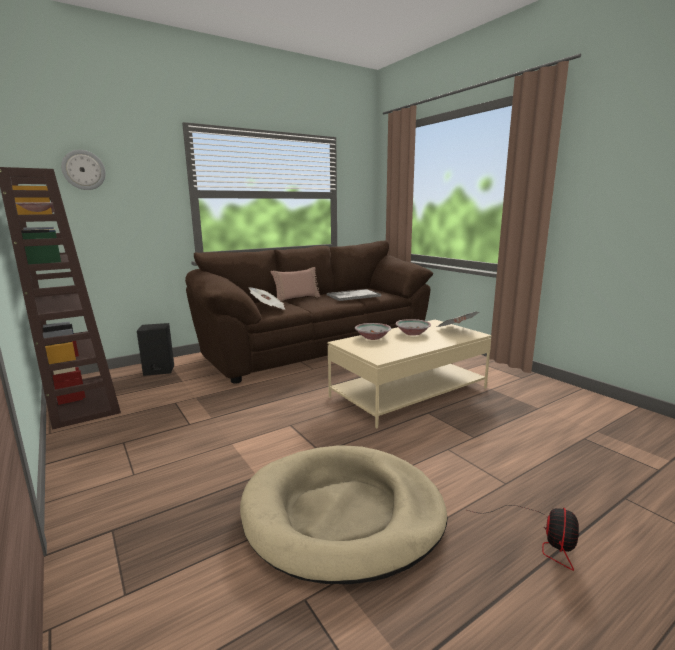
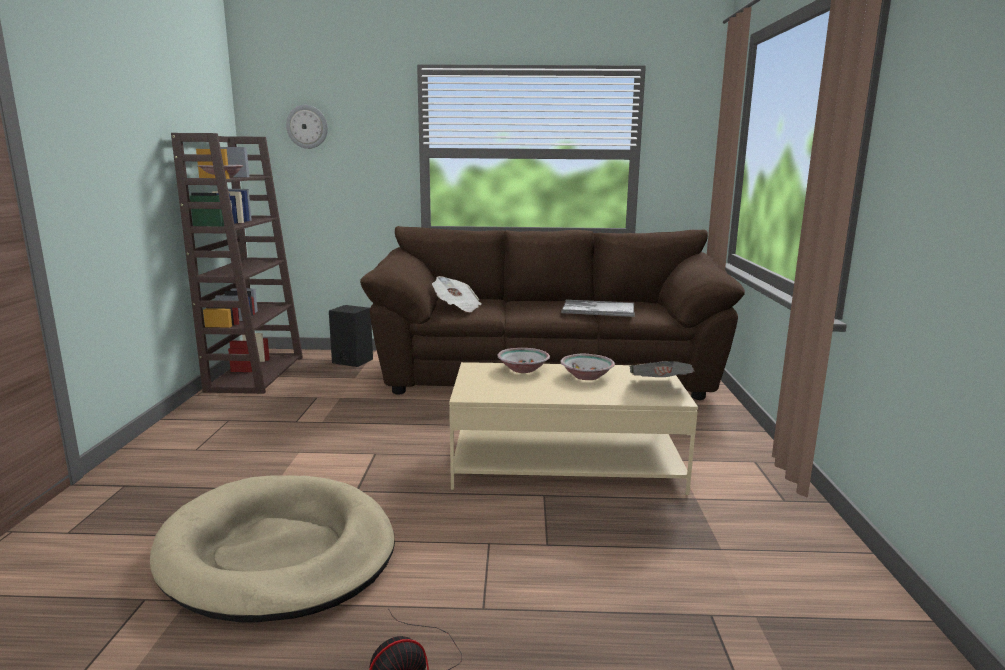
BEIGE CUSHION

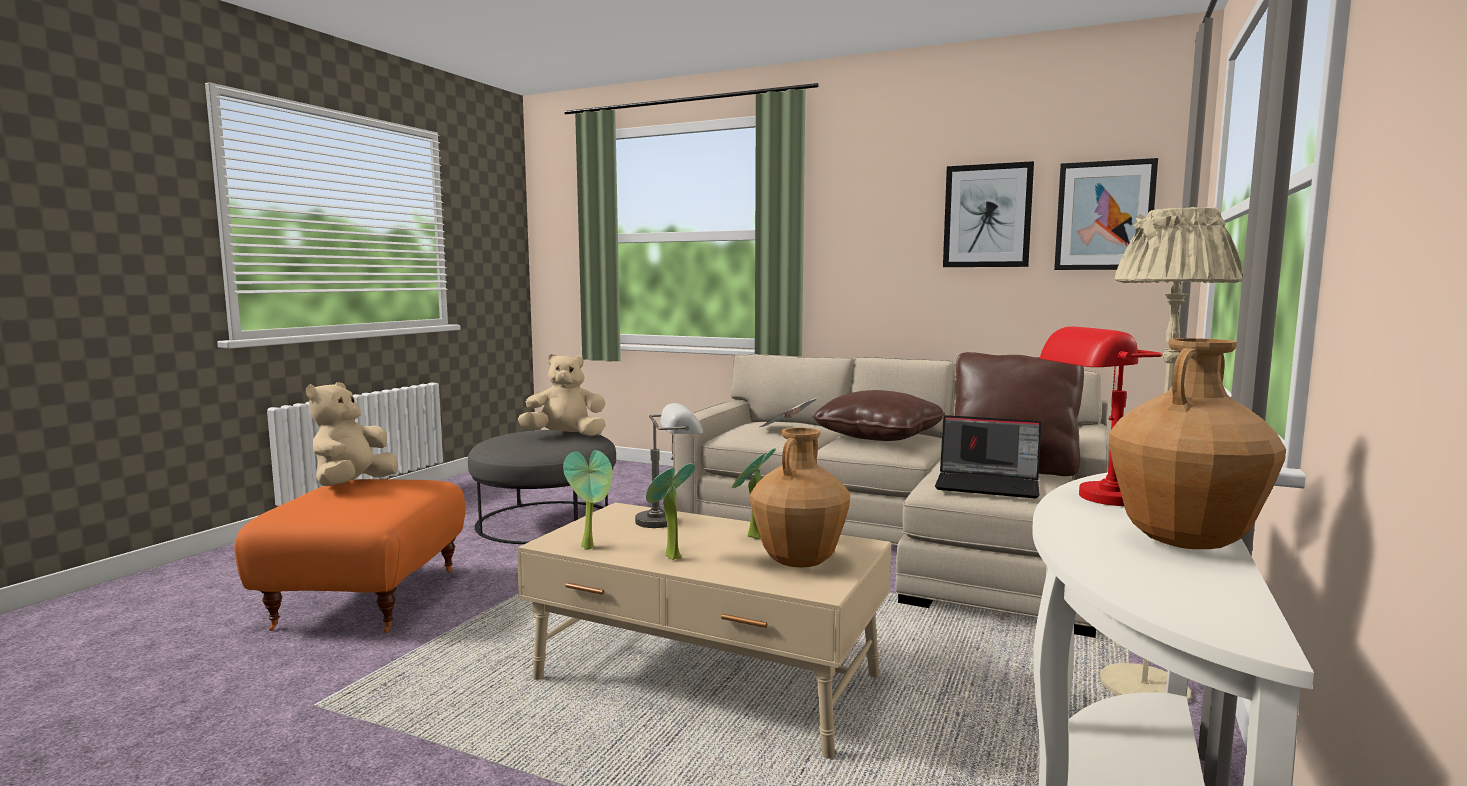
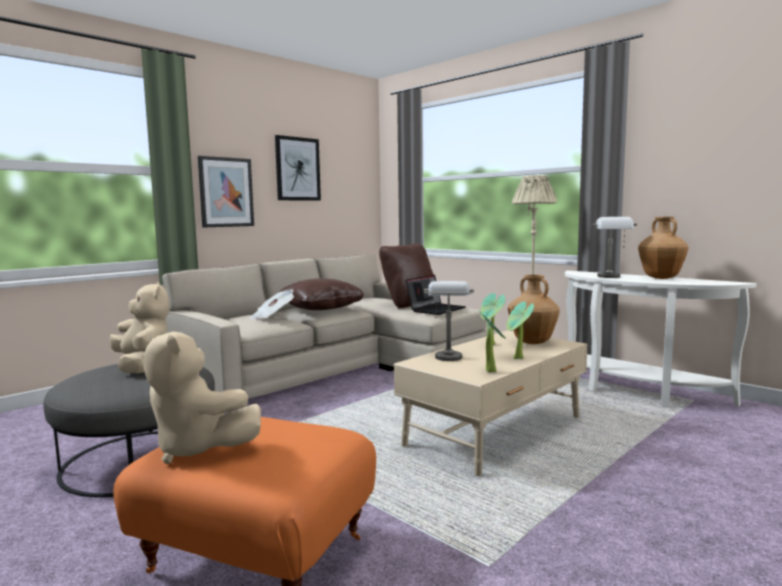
WALL ART (no. 1 from left); GREY TABLE LAMP (no. 2 from left); BEIGE CUDDLY TOY (no. 1 from left)

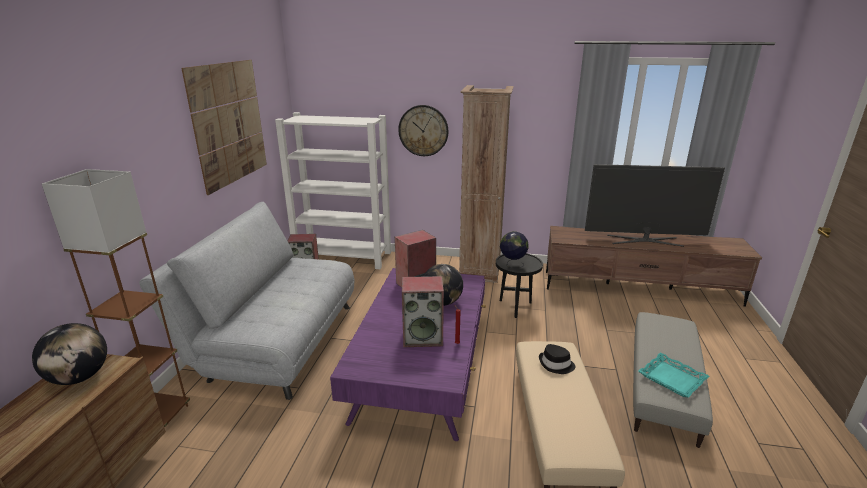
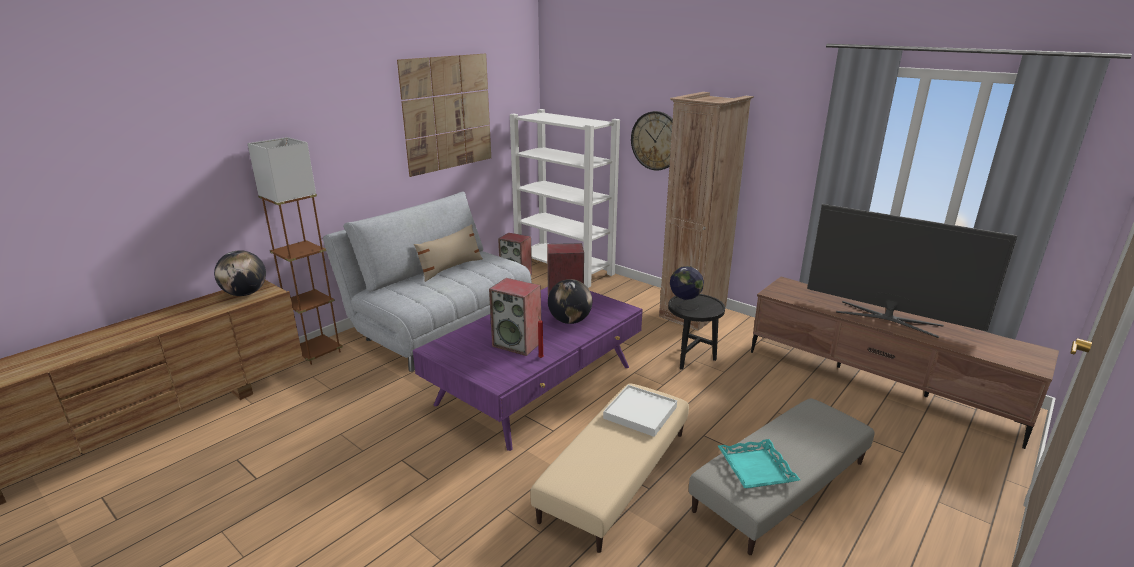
WHITE-COLOURED TRAY; BEIGE CUSHION

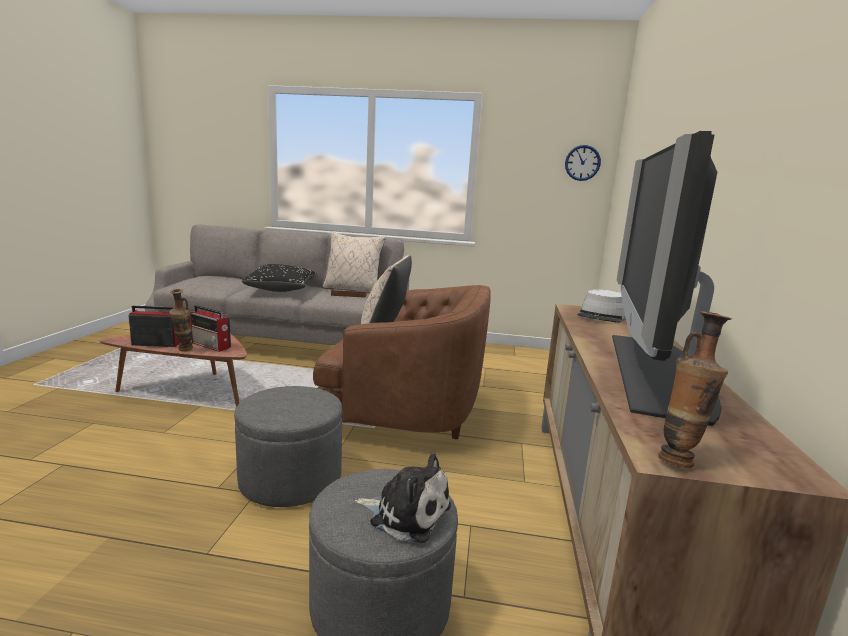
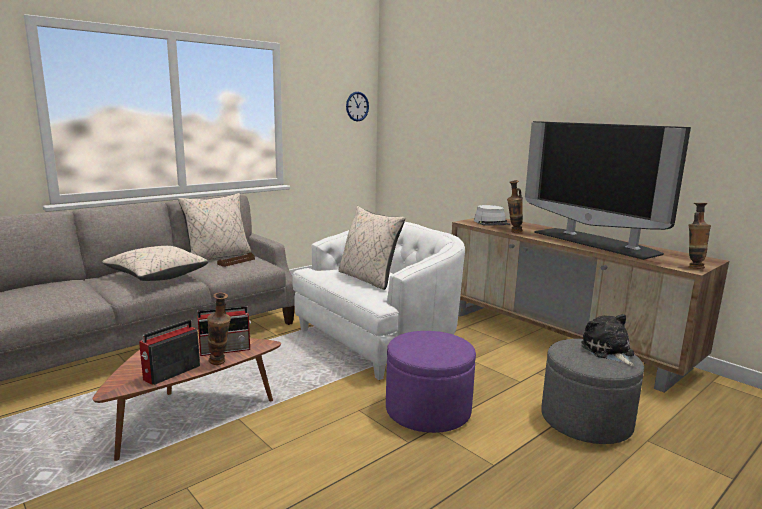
BEIGE CUSHION (no. 1 from left); WHITE-COLOURED ARMCHAIR; PURPLISH POUFFE; CUDDLY TOY; FLOWER VASE (no. 2 from left)

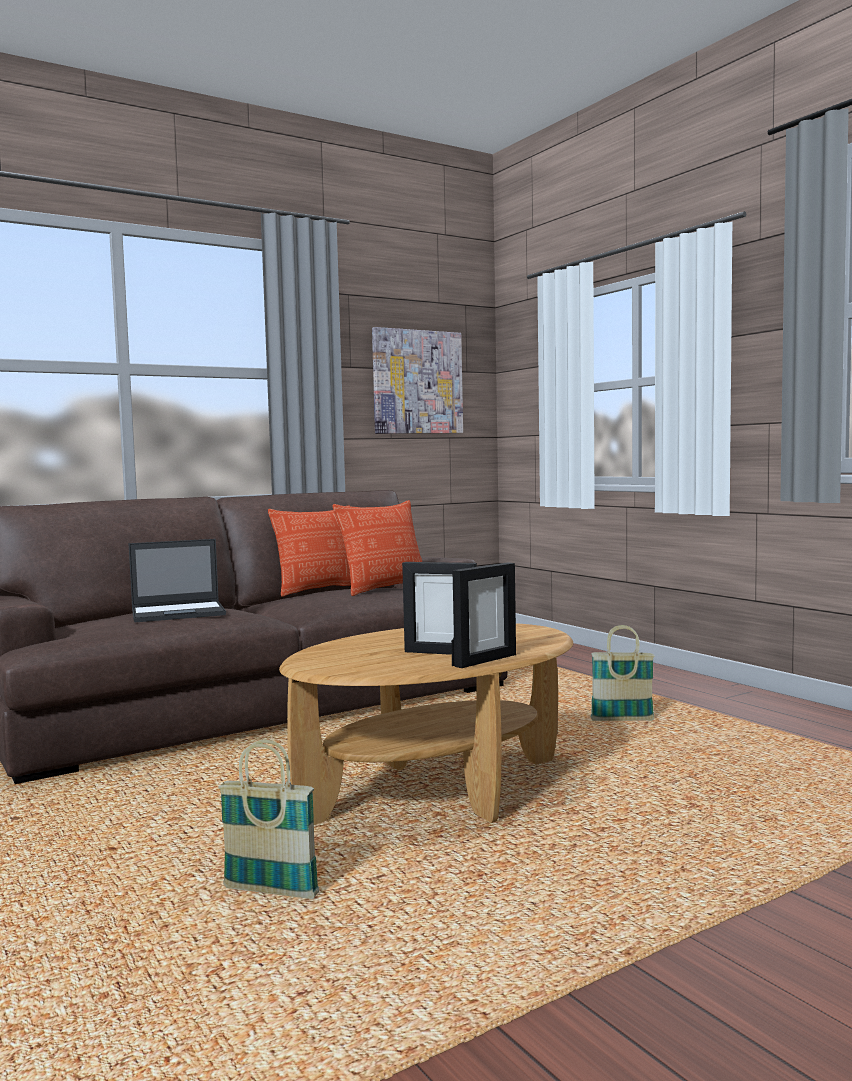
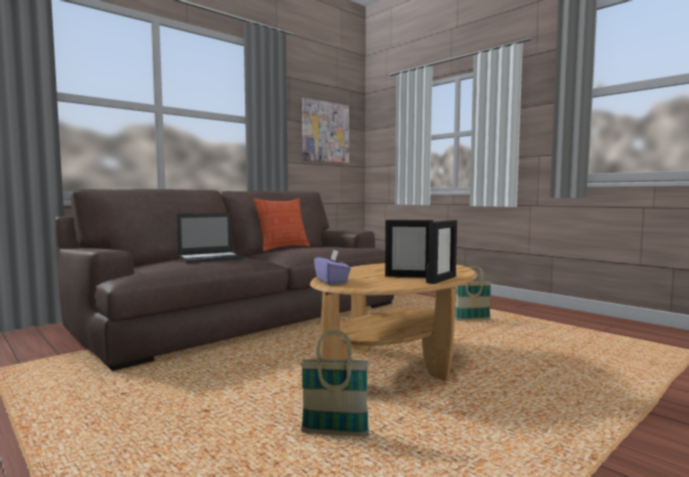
ORANGEY CUSHION (no. 2 from left in the first image); PURPLISH TISSUE BOX

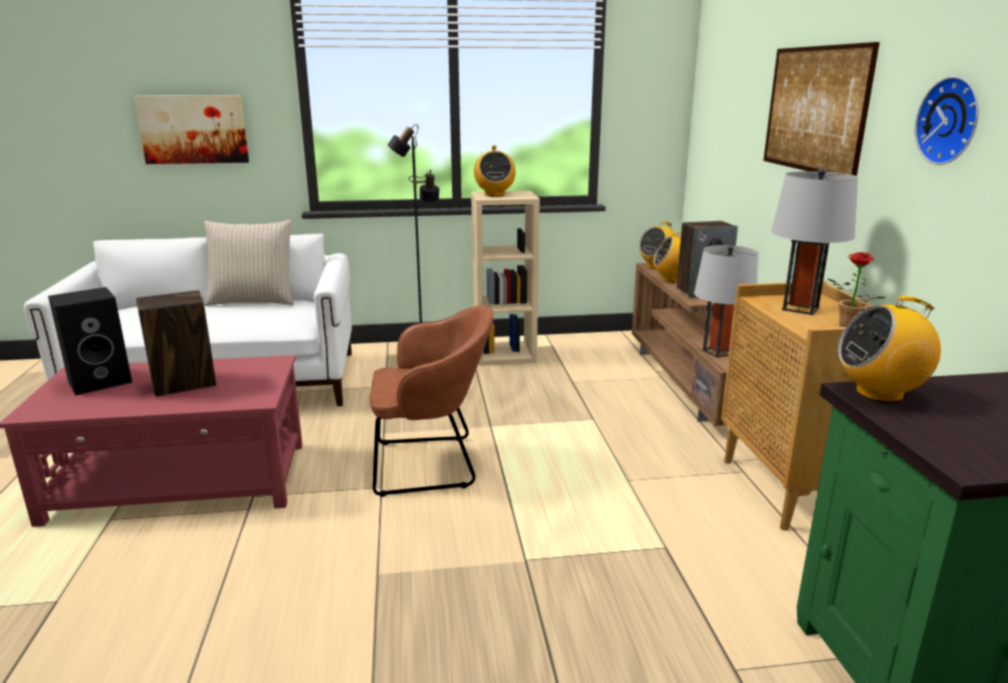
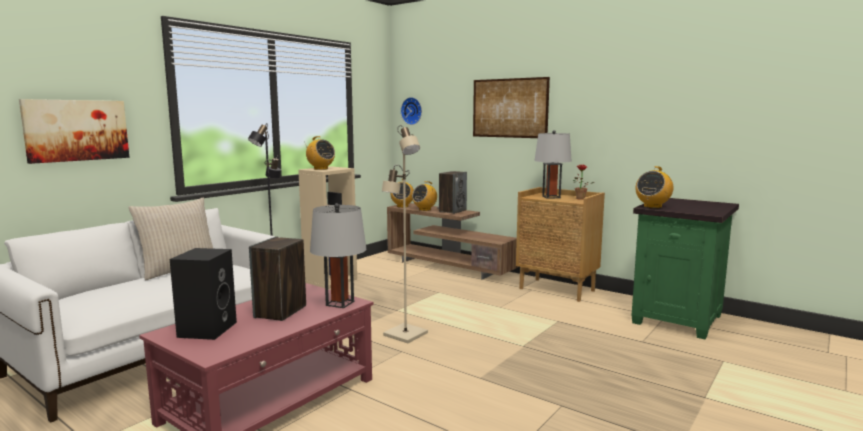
CLOCK ON THE WALL; GREY TABLE LAMP (no. 1 from left); BEIGE STANDING LAMP

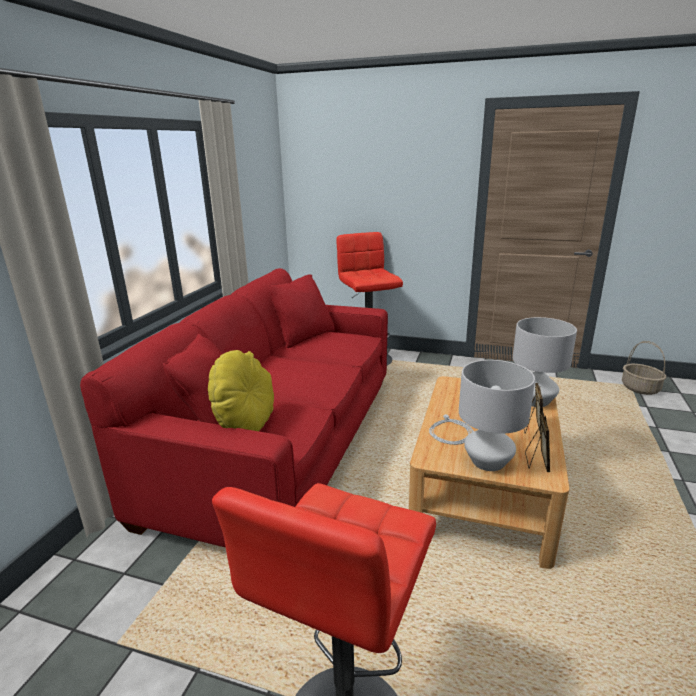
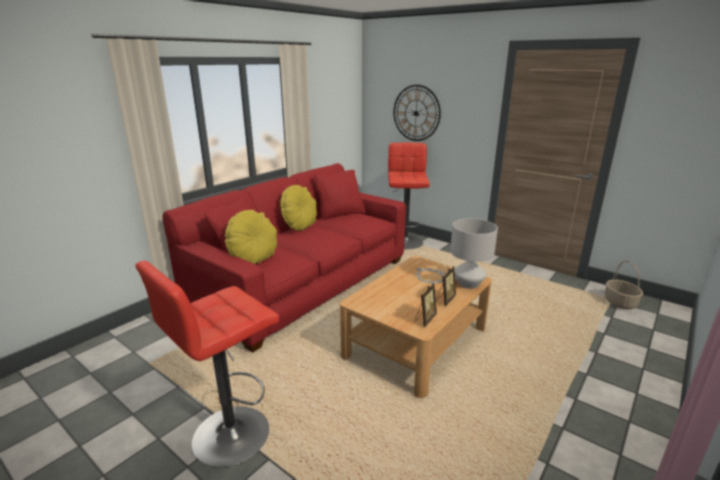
WHITE-COLOURED TABLE LAMP (no. 1 from left in the first image); CLOCK ON THE WALL; YELLOWISH CUSHION (no. 2 from left)

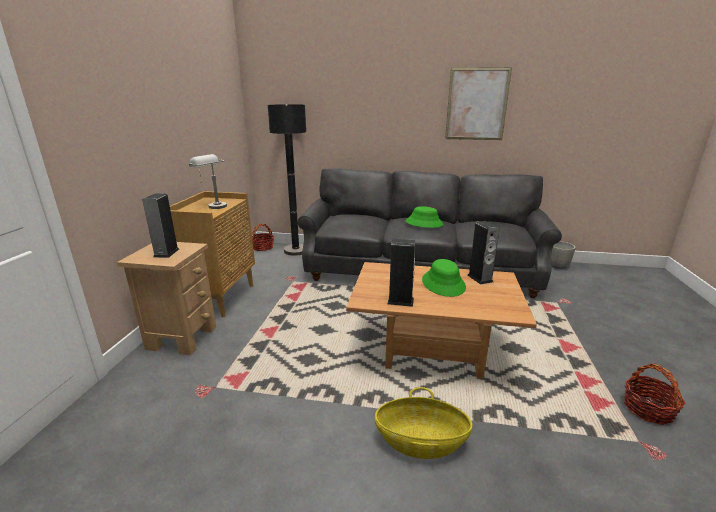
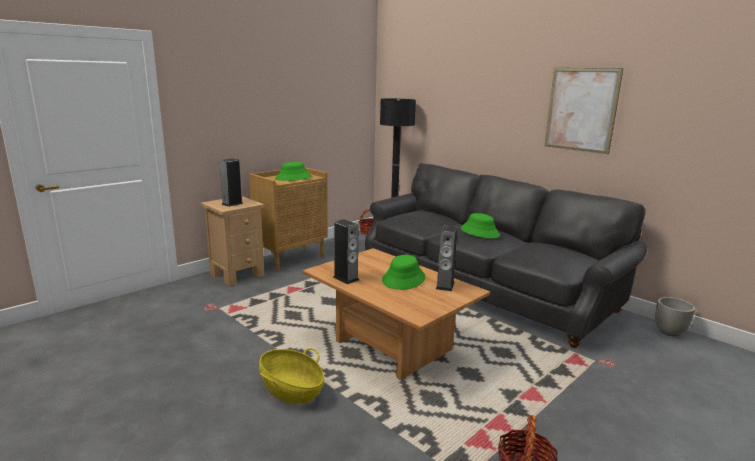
GREENISH CLOTHING HAT (no. 1 from left)

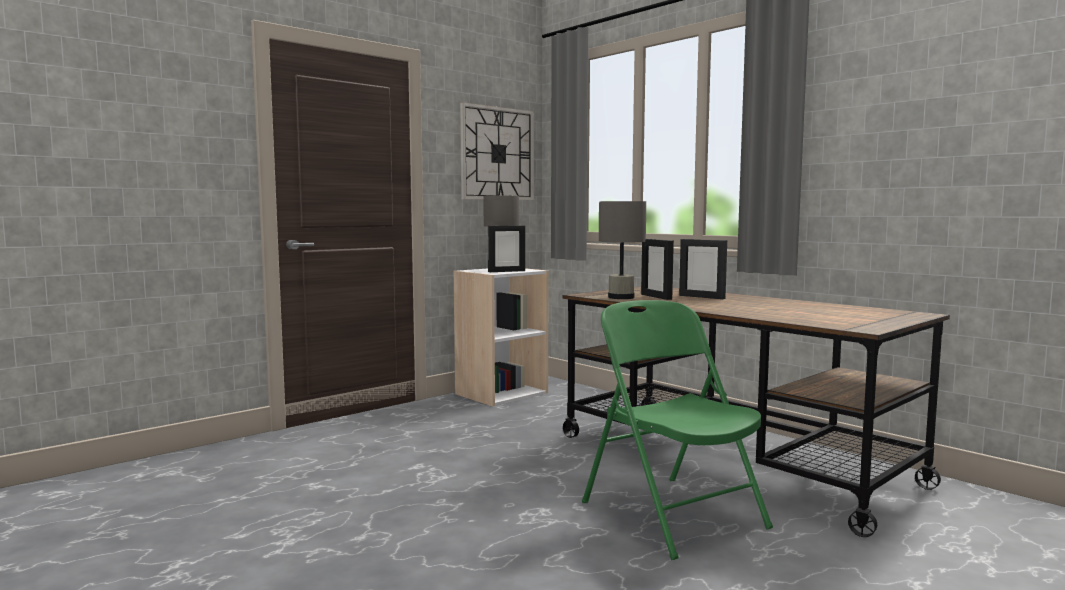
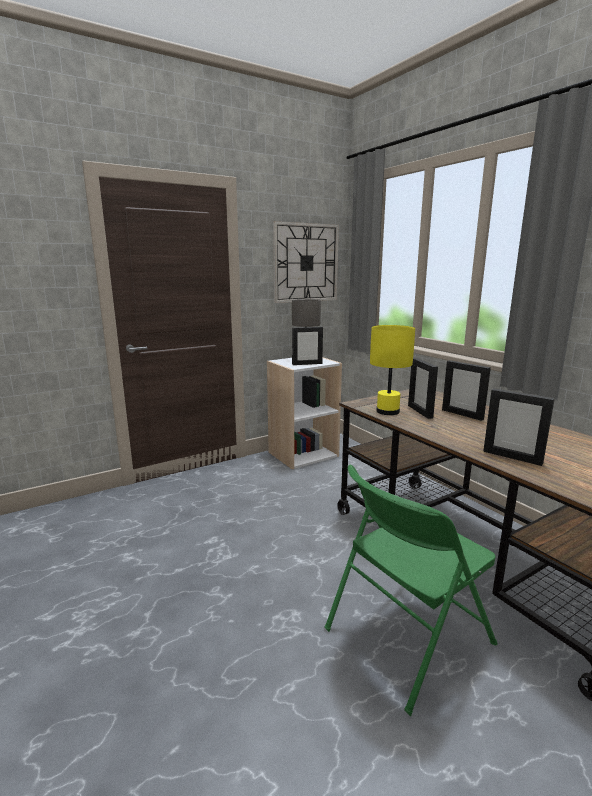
YELLOWISH TABLE LAMP; GREENISH CHAIR; PICTURE FRAME (no. 4 from left)

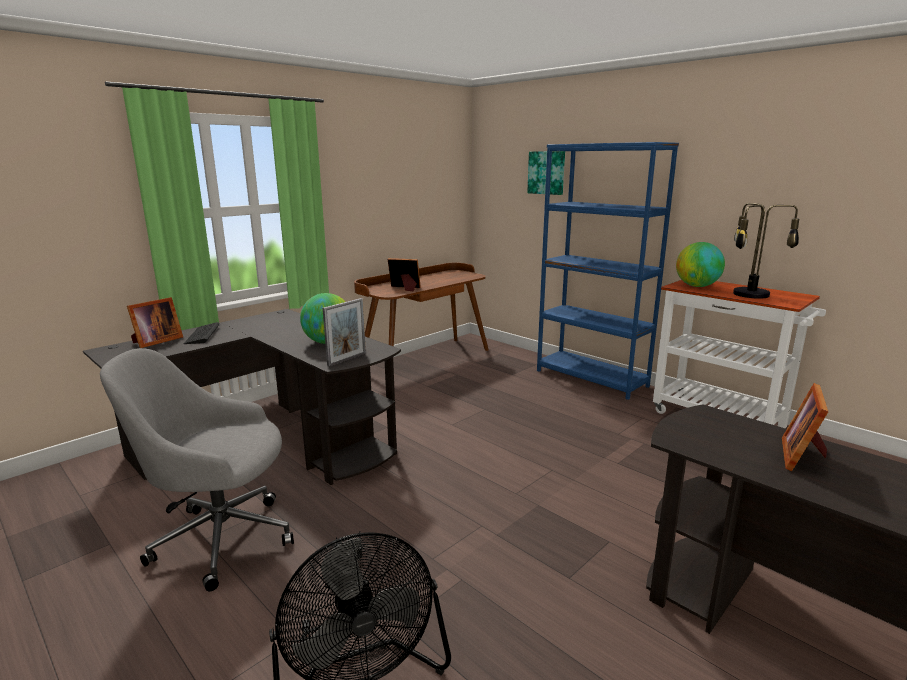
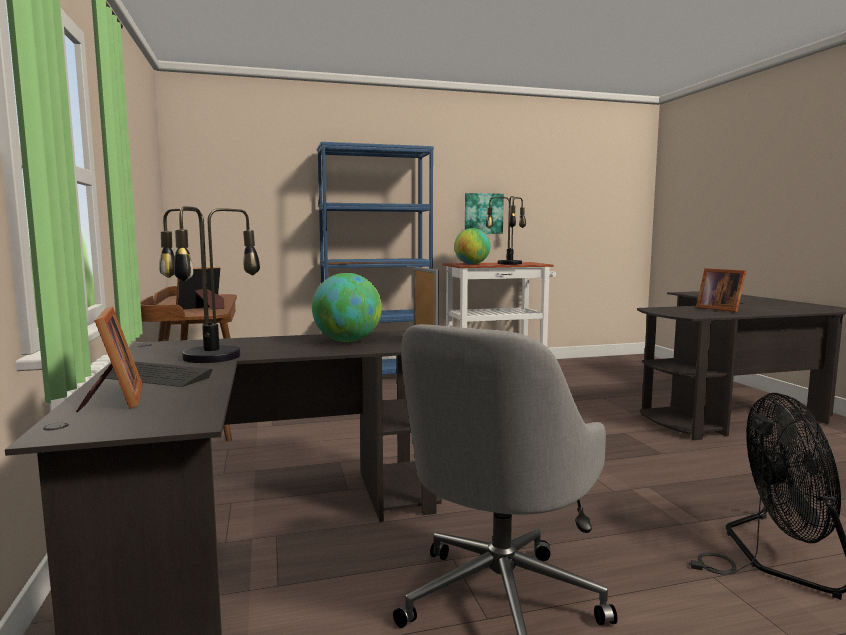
WALL ART; TABLE LAMP (no. 1 from left)

